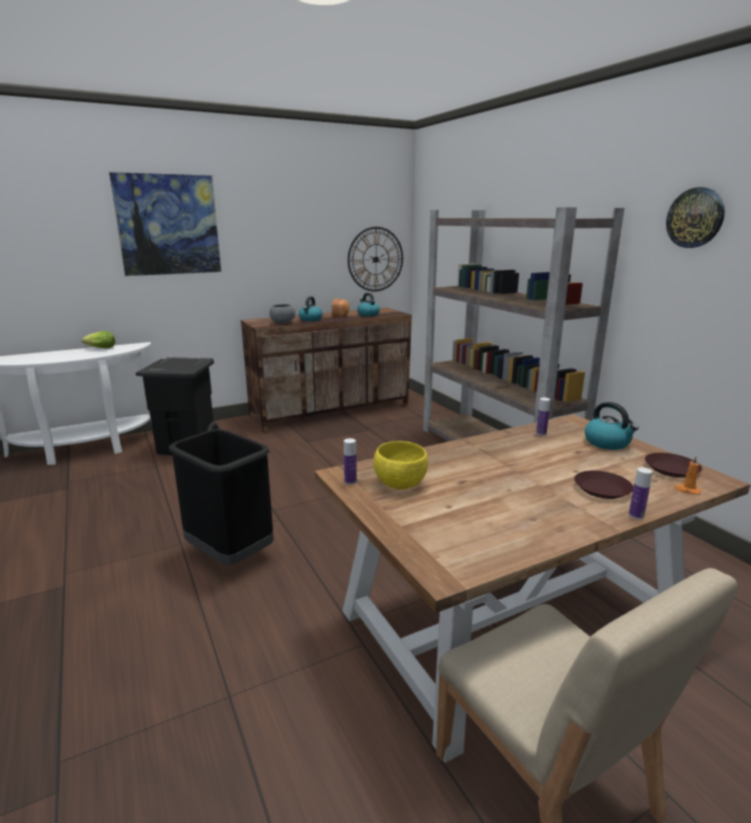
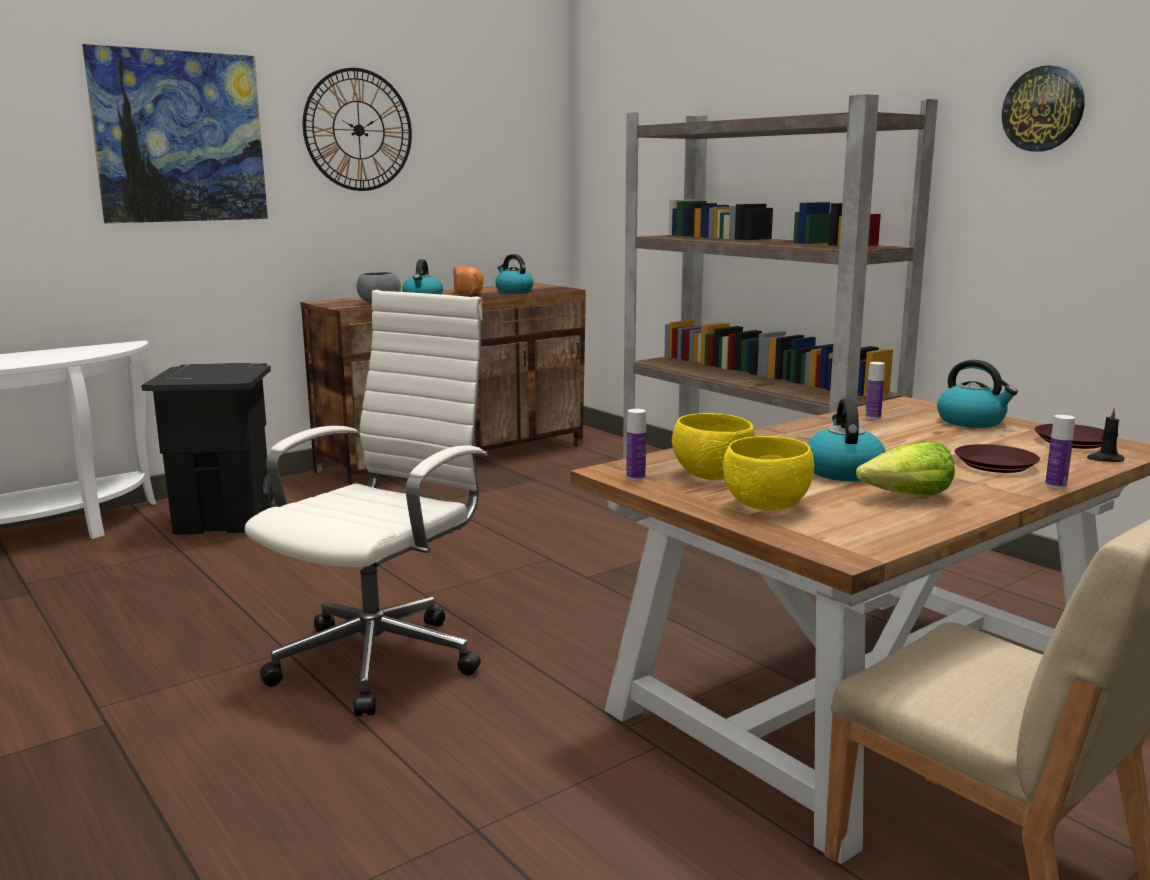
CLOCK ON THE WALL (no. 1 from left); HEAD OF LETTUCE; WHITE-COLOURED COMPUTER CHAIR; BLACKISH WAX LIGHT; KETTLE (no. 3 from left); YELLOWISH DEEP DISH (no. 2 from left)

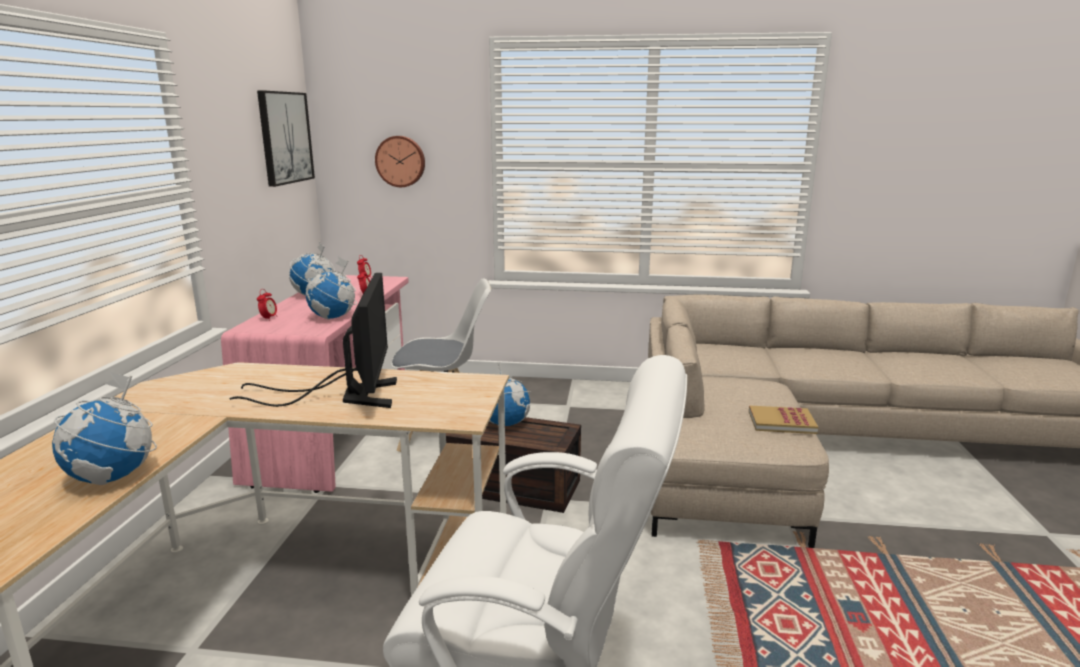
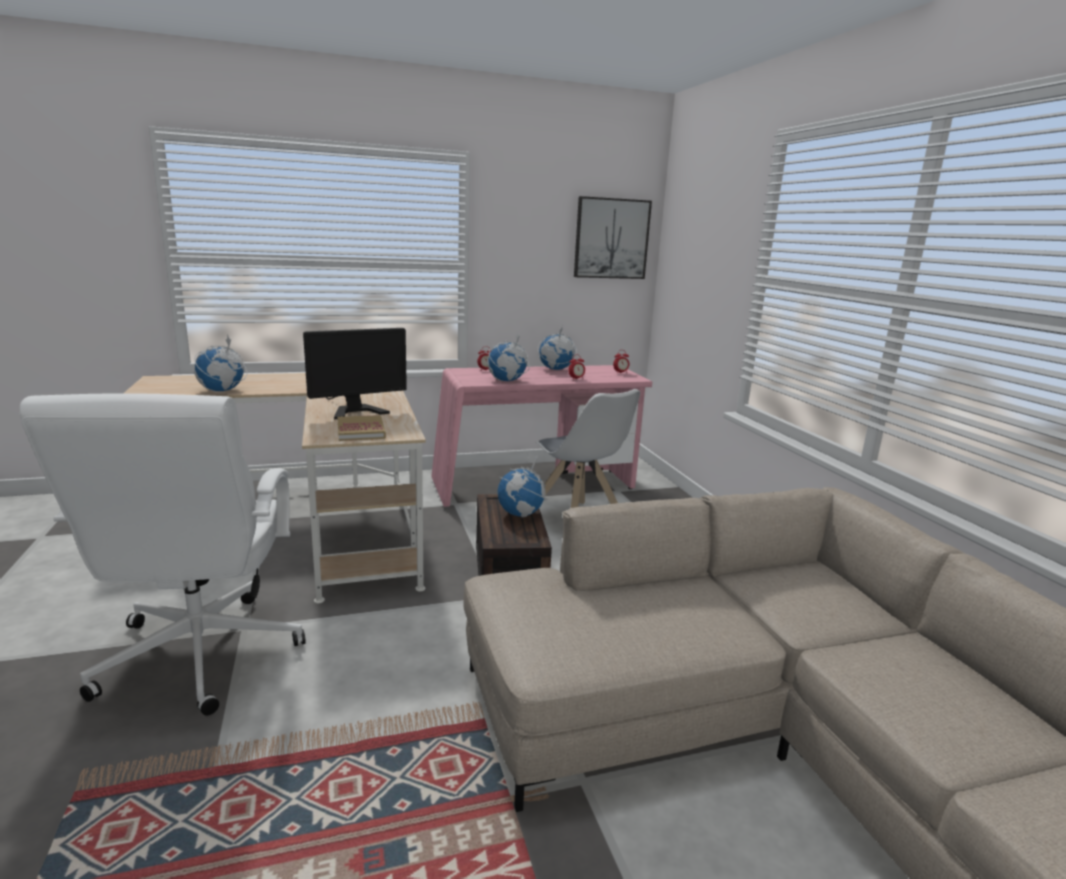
CLOCK ON THE WALL; BOUND BOOK

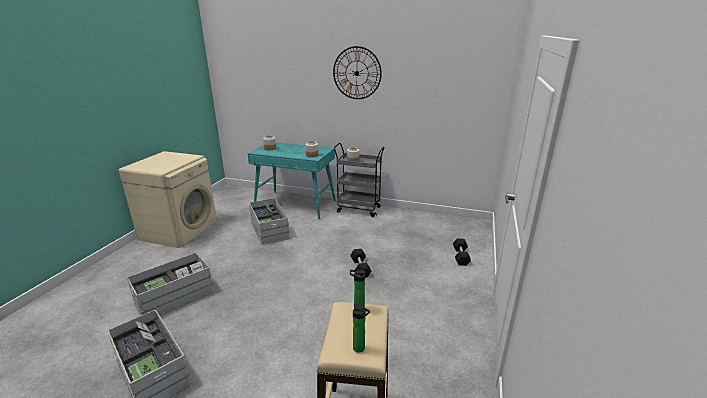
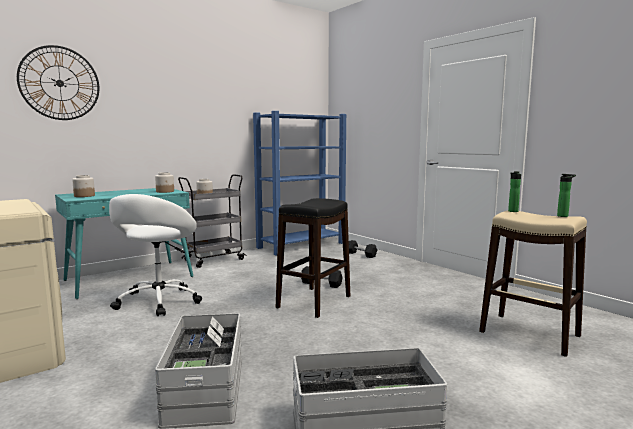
CLOCK ON THE WALL; WHITE-COLOURED COMPUTER CHAIR; BLUISH SHELVING UNIT; BLACKISH STOOL

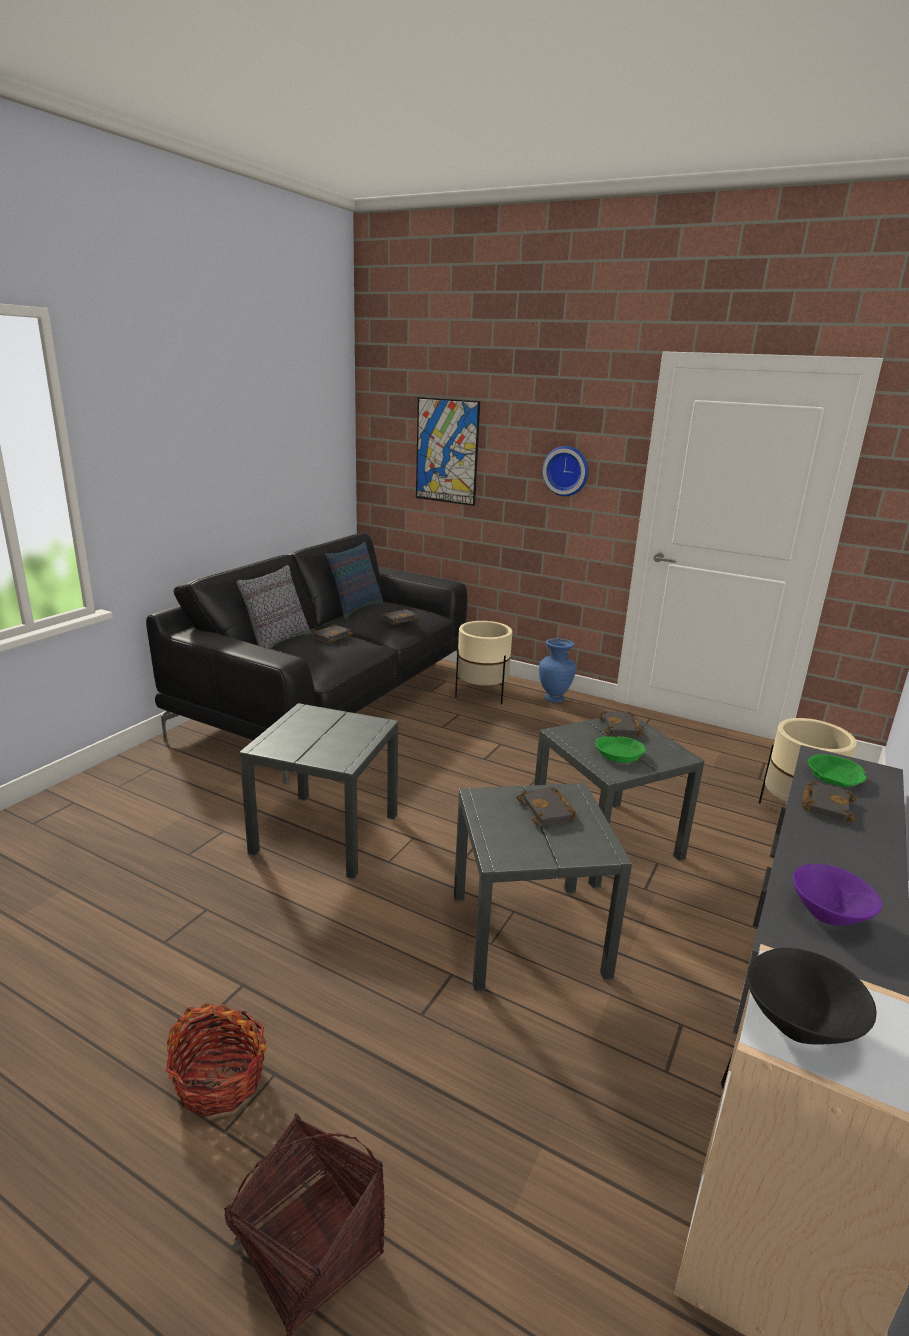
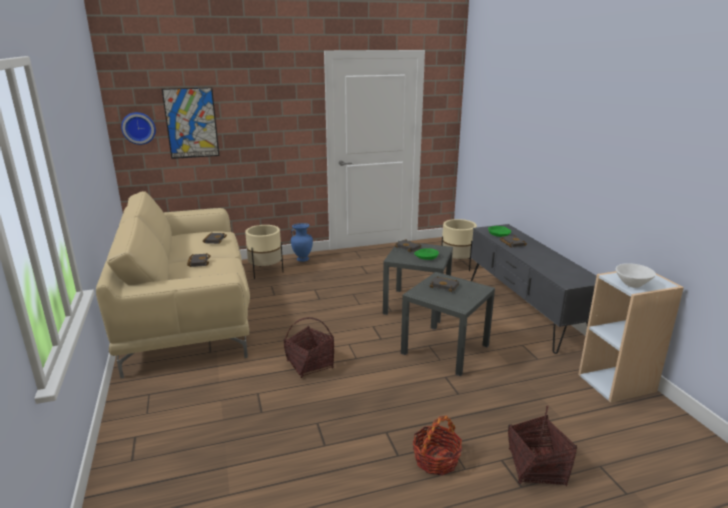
CLOCK ON THE WALL; BEIGE SOFA; BLUISH CUSHION; GREY CUSHION; STORAGE BASKET (no. 1 from left); PURPLISH DEEP DISH; WHITE-COLOURED DEEP DISH

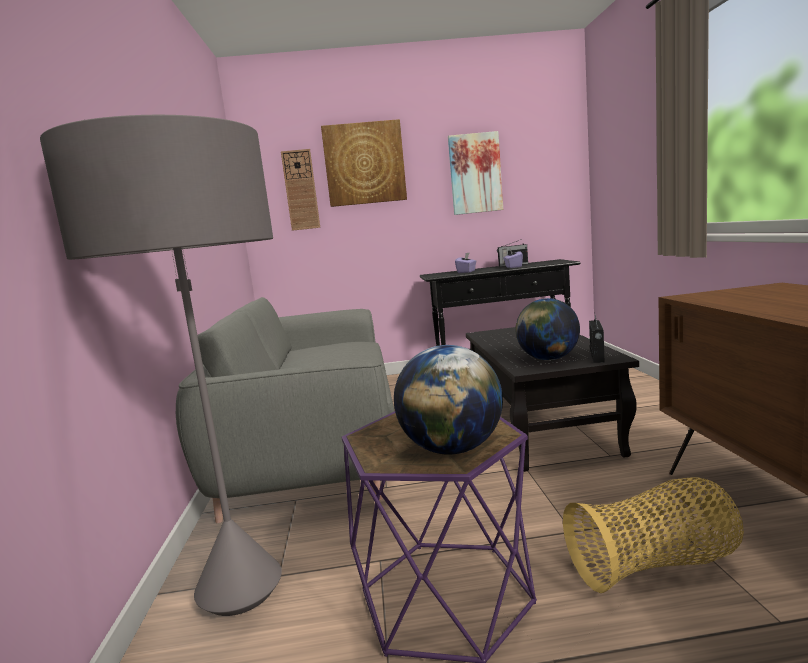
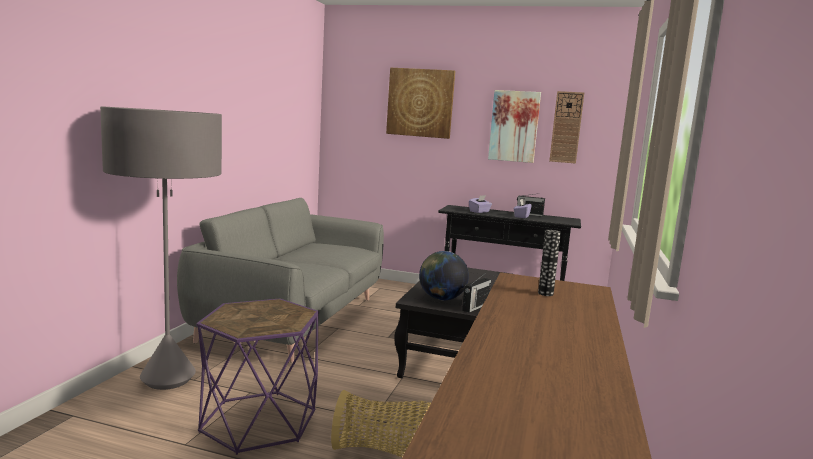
CLOCK ON THE WALL; DESK GLOBE (no. 1 from left in the first image); FLOWER VASE

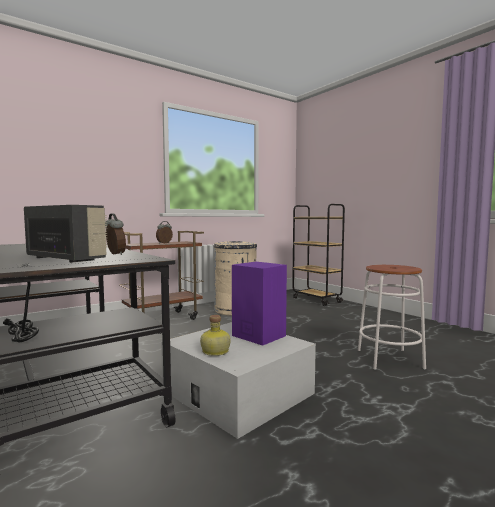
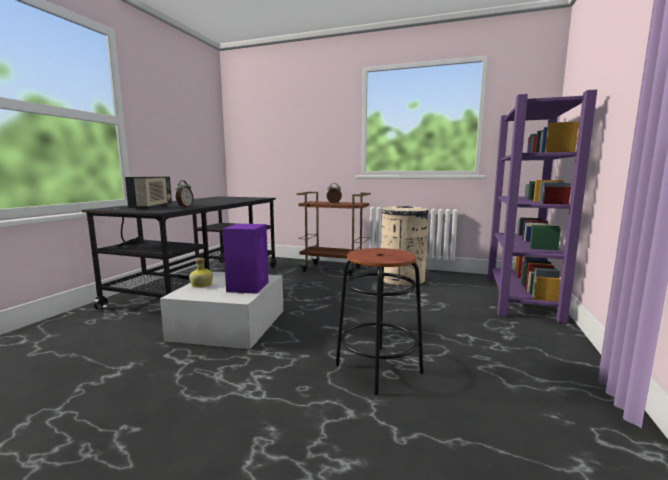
PURPLISH SHELVING UNIT; BLACKISH STOOL

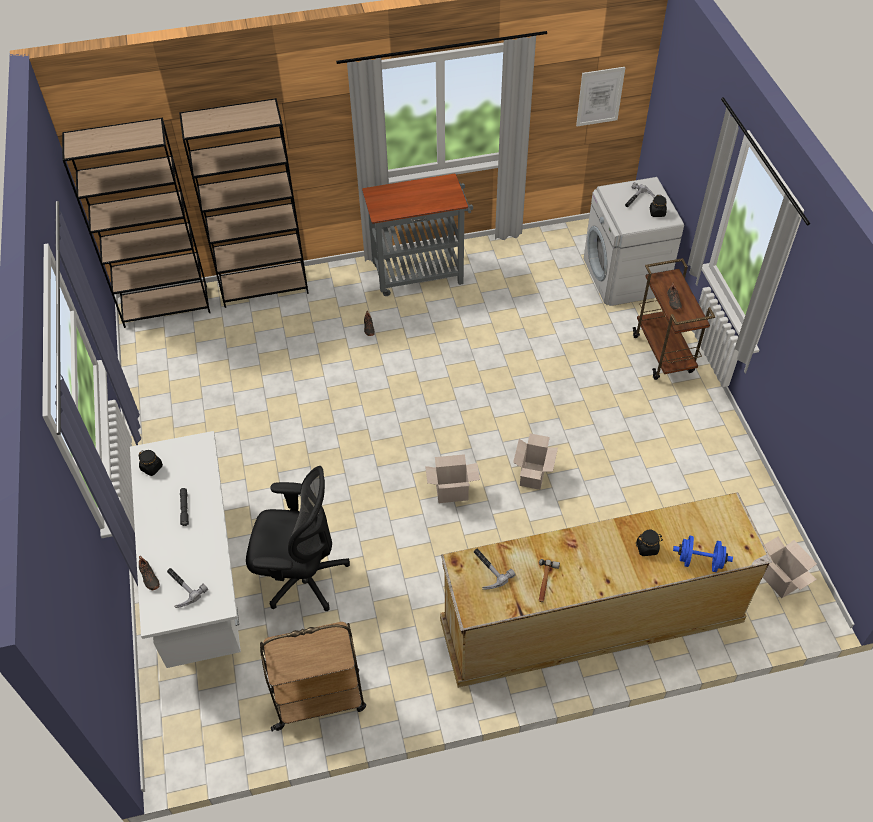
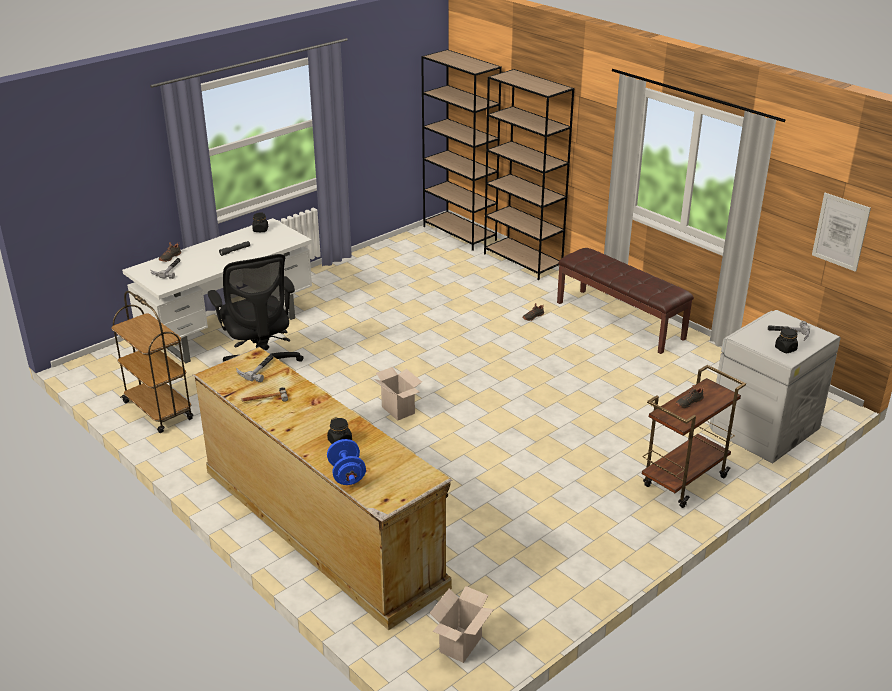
BROWN LONG SEAT; PACKING BOX (no. 2 from left in the first image)

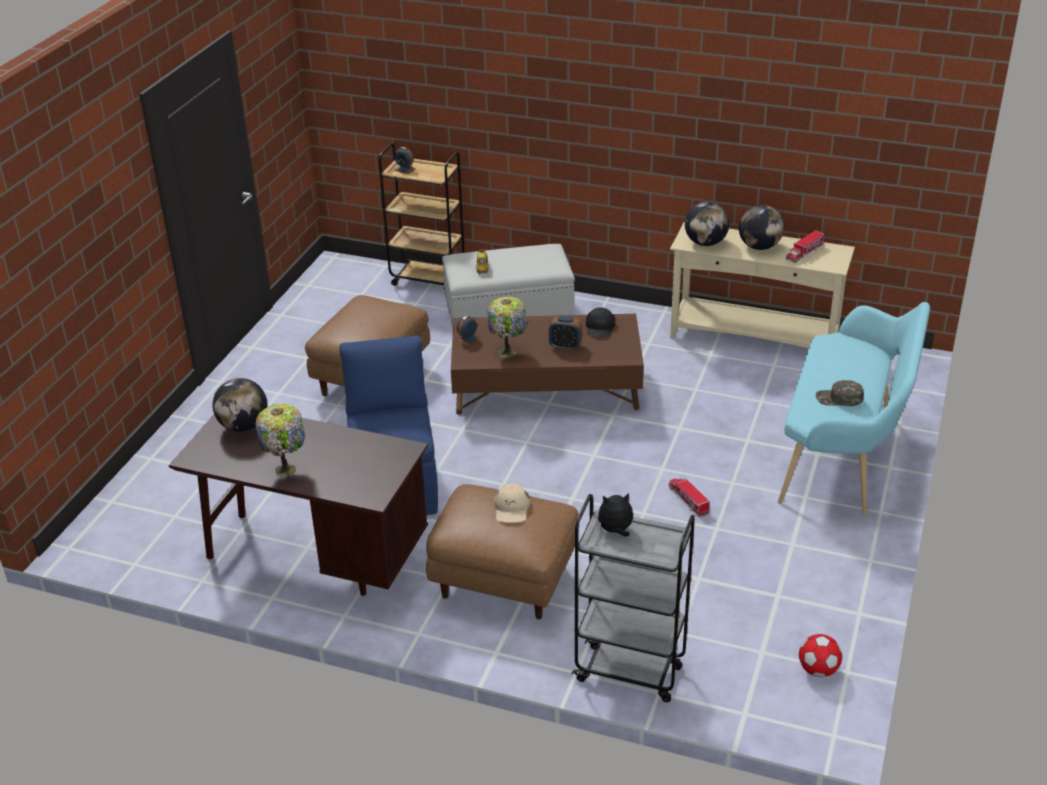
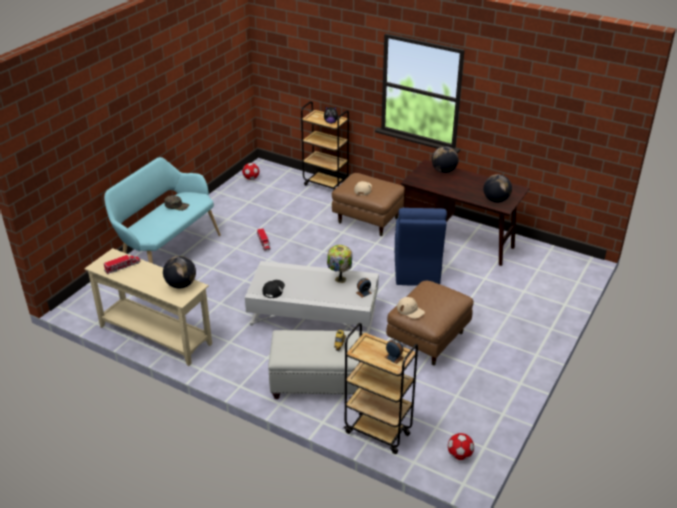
DESK GLOBE (no. 2 from left); WHITE-COLOURED LOUNGE TABLE; BEDSIDE CLOCK (no. 3 from left in the first image); TABLE LAMP (no. 1 from left in the first image); BROWN CART (no. 1 from left); BEIGE BASEBALL CAP (no. 2 from left); BALL FOR FOOTBALL (no. 2 from left)

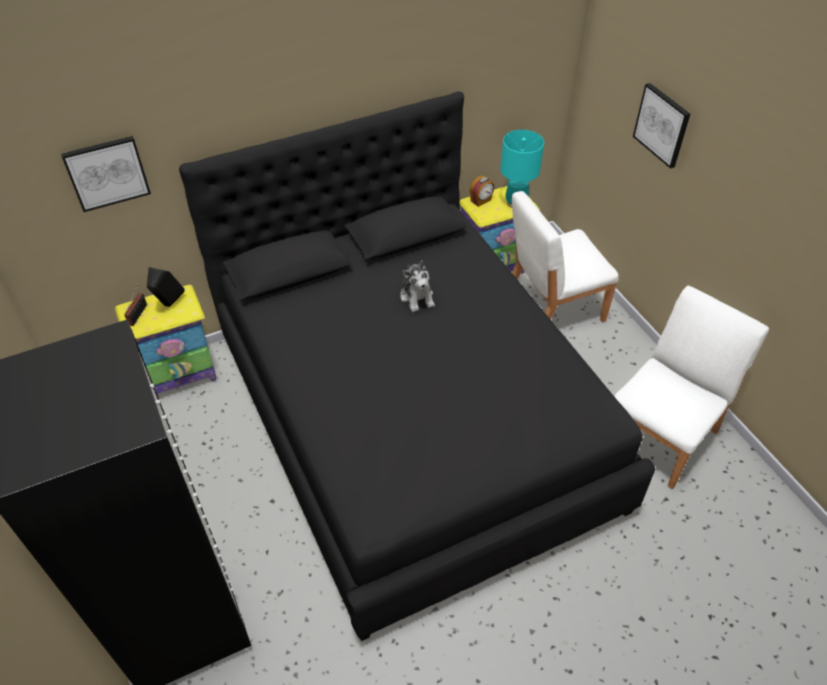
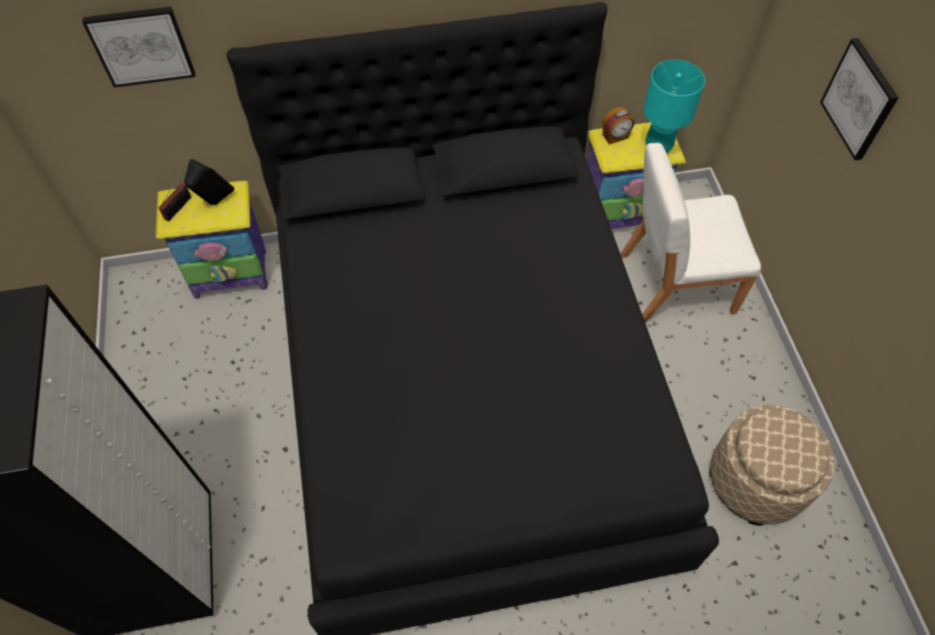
CUDDLY TOY; BEIGE POUFFE

